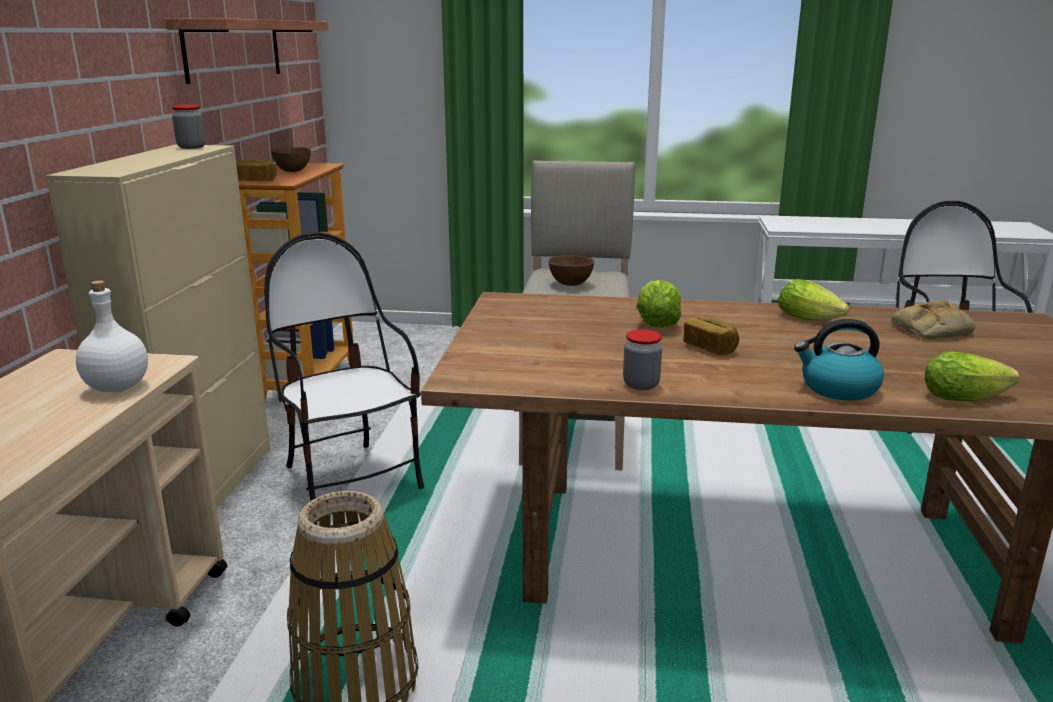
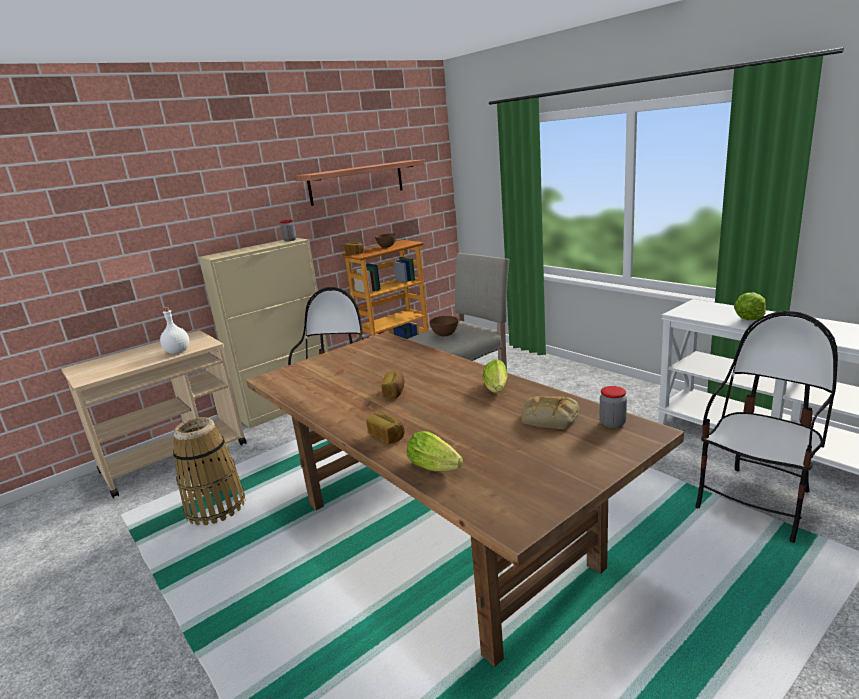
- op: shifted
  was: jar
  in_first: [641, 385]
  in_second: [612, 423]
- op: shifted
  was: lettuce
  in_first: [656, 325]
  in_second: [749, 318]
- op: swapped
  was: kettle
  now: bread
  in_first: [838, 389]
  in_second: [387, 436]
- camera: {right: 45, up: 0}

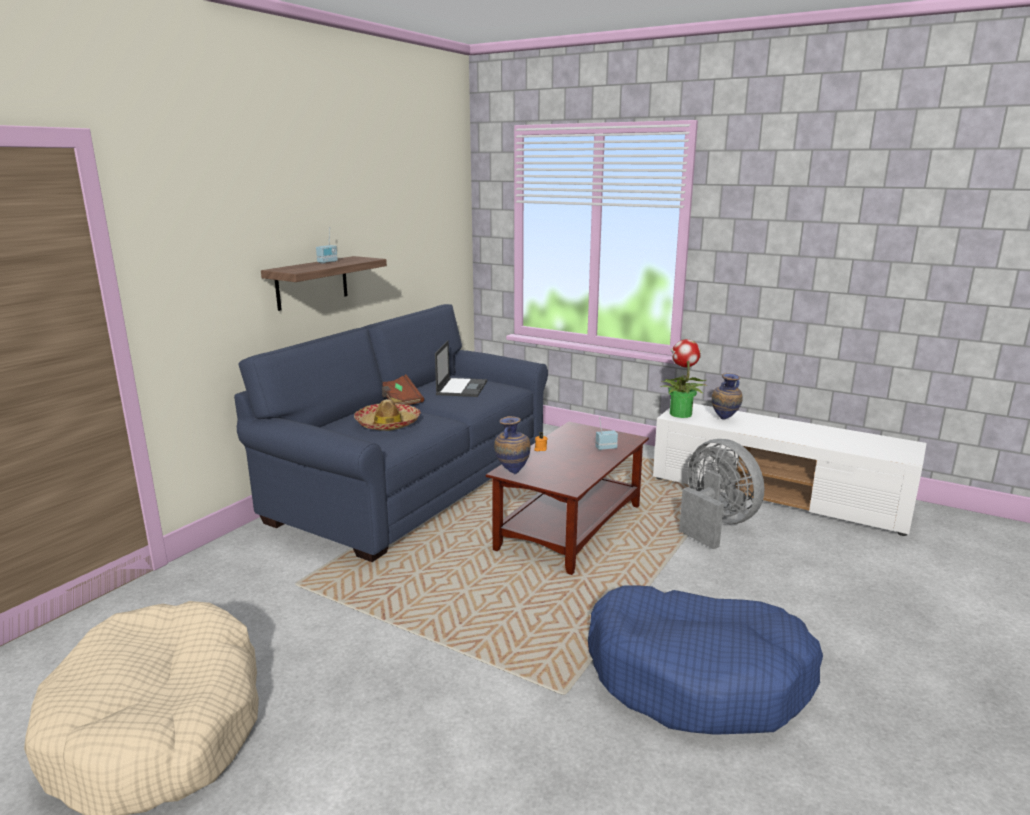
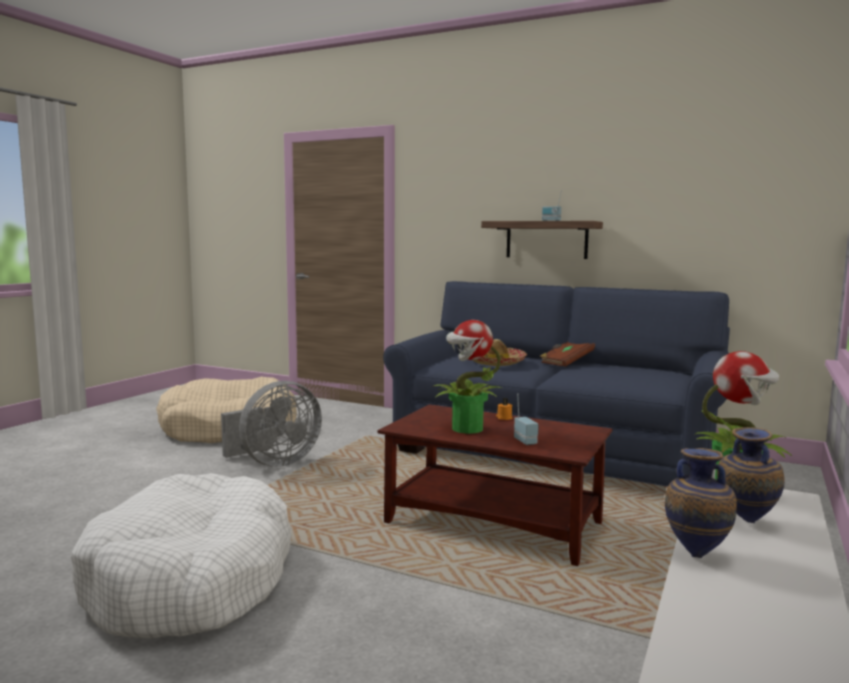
- op: gone
  was: laptop
  in_first: [462, 388]
- op: new
  now: potted plant
  in_second: [466, 429]
- op: shifted
  was: vase
  in_first: [512, 472]
  in_second: [696, 553]
- op: shifted
  was: grey fan
  in_first: [715, 524]
  in_second: [274, 463]
- op: repainted
  was: blue dog bed
  now: white dog bed
  in_first: [698, 677]
  in_second: [191, 580]
- camera: {right: 85, up: -10}

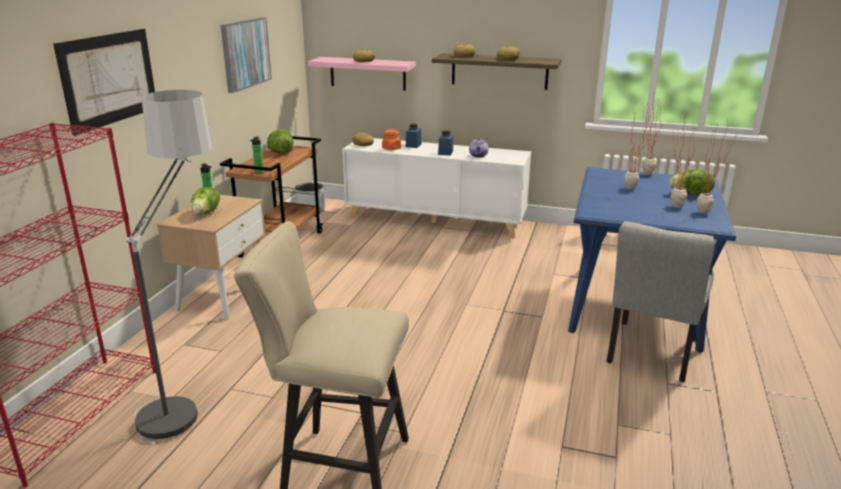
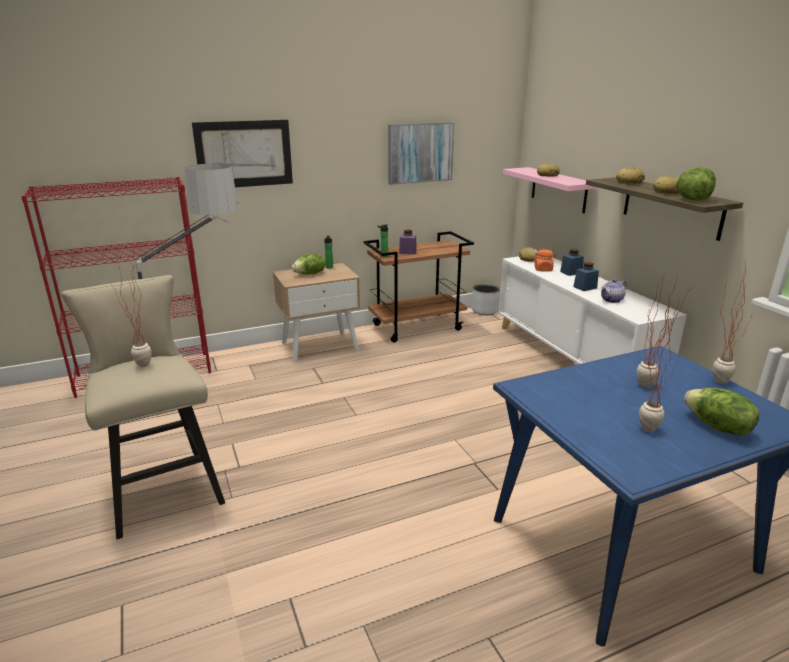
- op: gone
  was: grey chair
  in_first: [649, 354]
- op: new
  now: purple jar
  in_second: [407, 252]
- op: shifted
  was: lettuce
  in_first: [280, 152]
  in_second: [692, 199]
- op: shifted
  was: potted plant
  in_first: [708, 213]
  in_second: [141, 368]
- camera: {right: 50, up: 0}

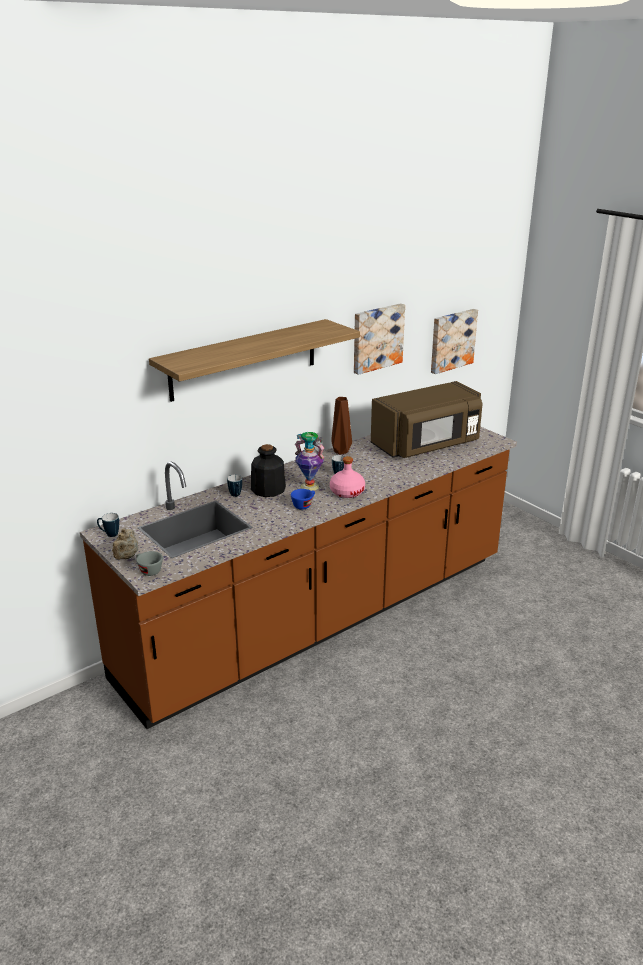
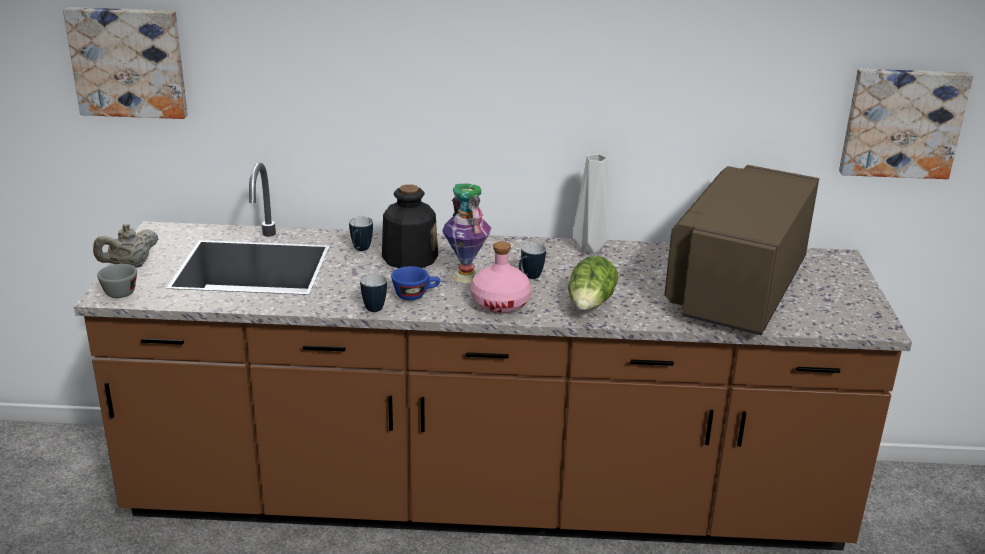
- op: gone
  was: shelf
  in_first: [244, 359]
- op: new
  now: lettuce
  in_second: [590, 305]
- op: shifted
  was: mug
  in_first: [109, 534]
  in_second: [371, 307]
- op: shifted
  was: picture
  in_first: [376, 337]
  in_second: [129, 62]
- op: repainted
  was: brown vase
  now: grey vase
  in_first: [340, 451]
  in_second: [589, 248]
- op: rotated
  was: brown microwave
  in_first: [426, 445]
  in_second: [736, 288]
  clockwise: 105
- camera: {right: 40, up: 0}

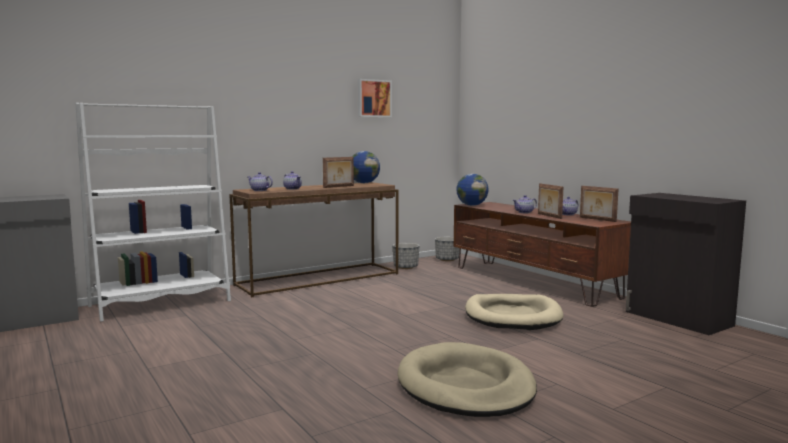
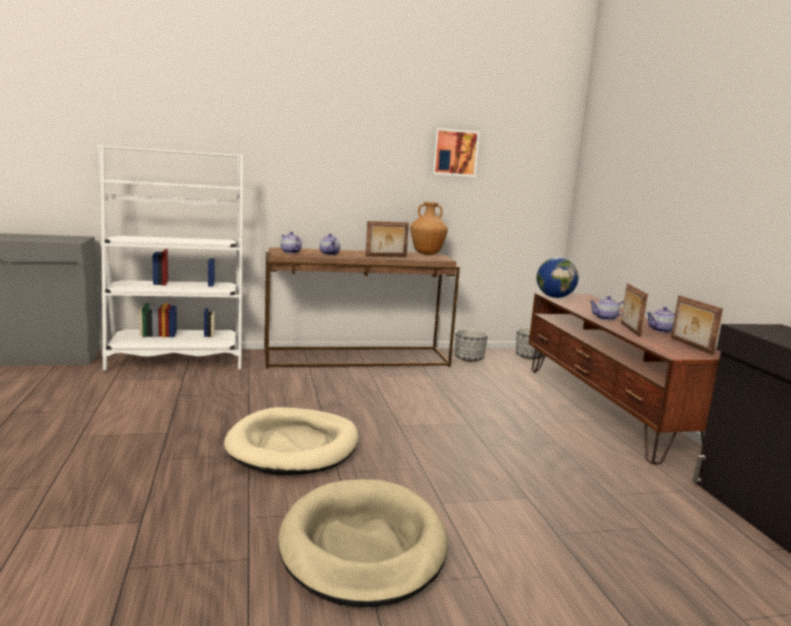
- op: shifted
  was: beige dog bed
  in_first: [512, 316]
  in_second: [293, 446]
- op: swapped
  was: globe
  now: brown vase
  in_first: [364, 183]
  in_second: [427, 254]
- camera: {right: 20, up: 5}

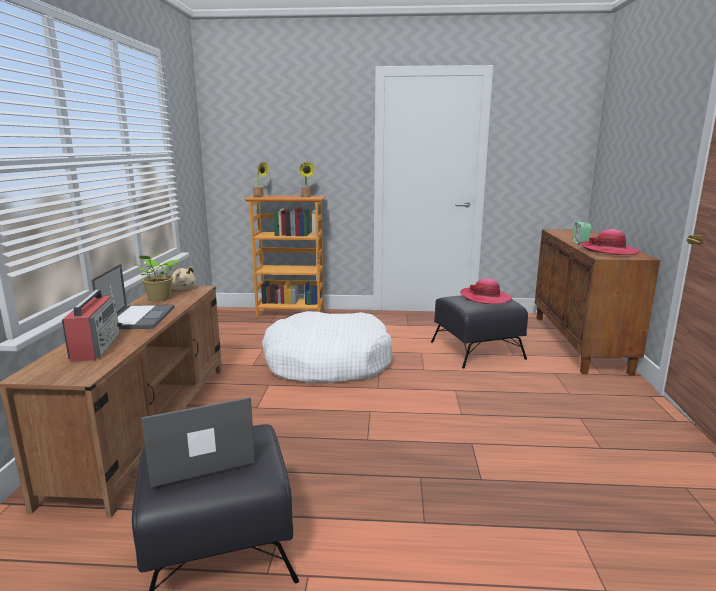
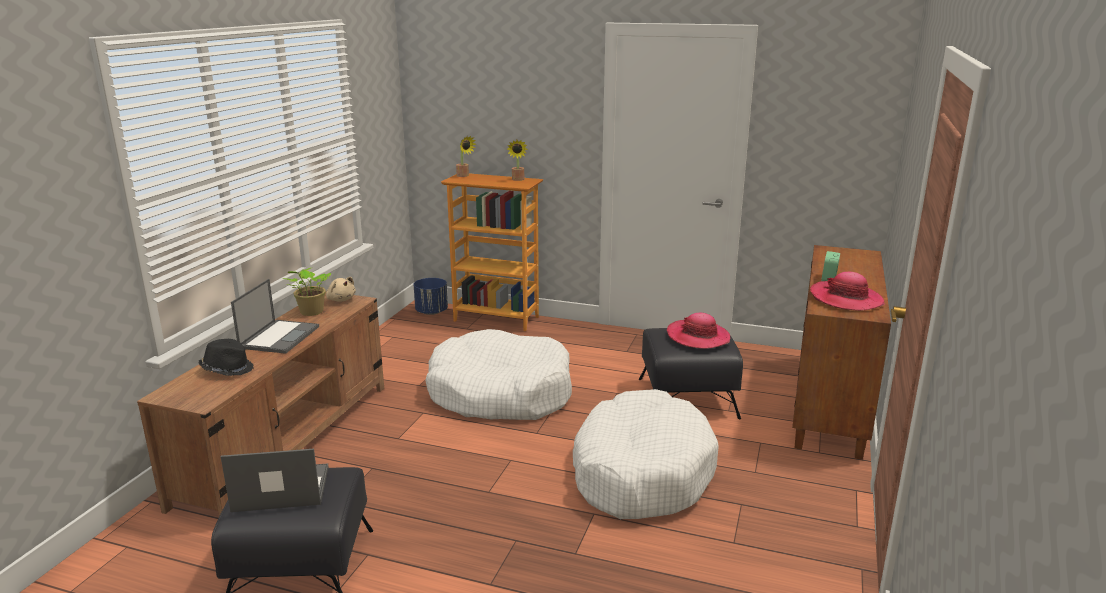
- op: new
  now: blue planter
  in_second: [432, 312]
- op: new
  now: white dog bed
  in_second: [641, 472]
- op: swapped
  was: radio
  now: black hat
  in_first: [96, 346]
  in_second: [227, 369]
- camera: {right: 15, up: 5}

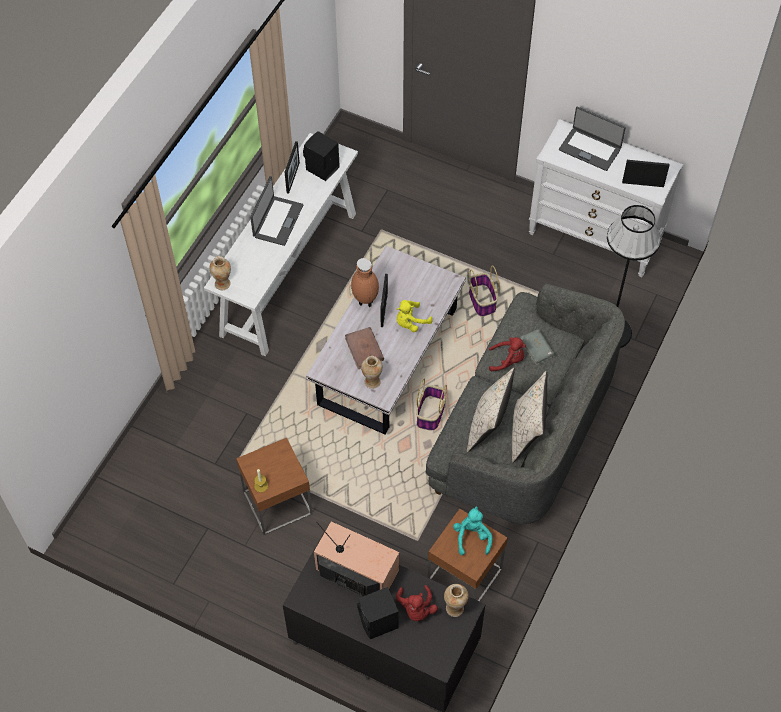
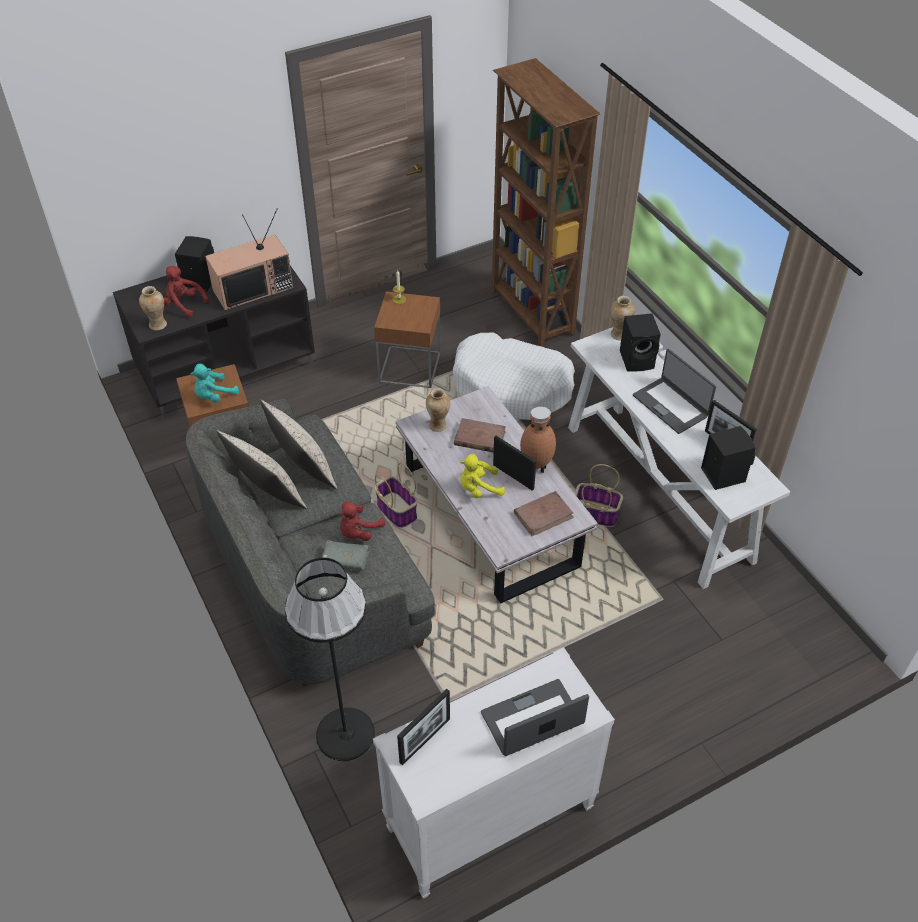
- op: new
  now: white dog bed
  in_second: [512, 387]
- op: new
  now: brown bookcase
  in_second: [531, 314]
- op: new
  now: brown book
  in_second: [543, 515]
- op: new
  now: black speaker
  in_second: [638, 360]
- op: shifted
  was: basket
  in_first: [482, 301]
  in_second: [595, 514]
- op: rotated
  was: yellow plush toy
  in_first: [410, 322]
  in_second: [479, 488]
  clockwise: -105
- op: rotated
  was: turquoise plush toy
  in_first: [472, 537]
  in_second: [214, 396]
  clockwise: 105
- camera: {right: 125, up: -10}

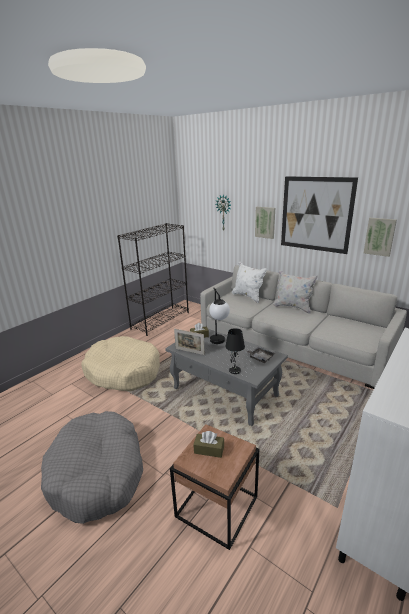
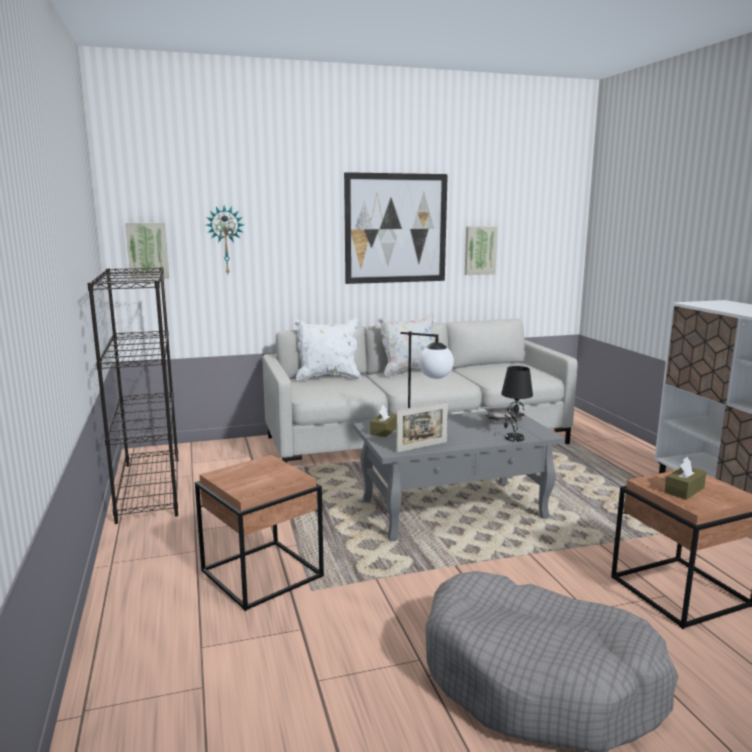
- op: shifted
  was: picture
  in_first: [265, 222]
  in_second: [147, 250]
- op: swapped
  was: beige dog bed
  now: brown side table
  in_first: [123, 372]
  in_second: [262, 573]
- camera: {right: -55, up: -10}

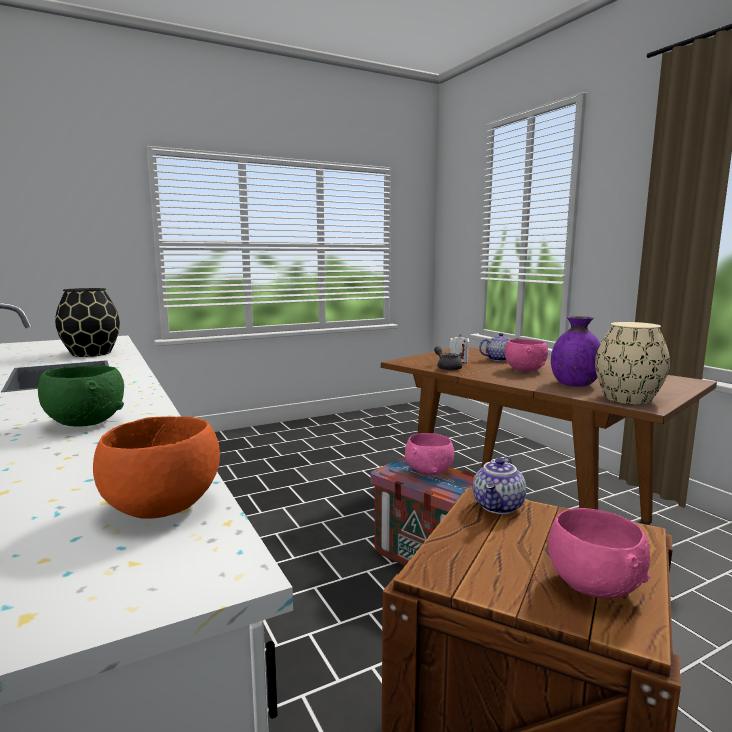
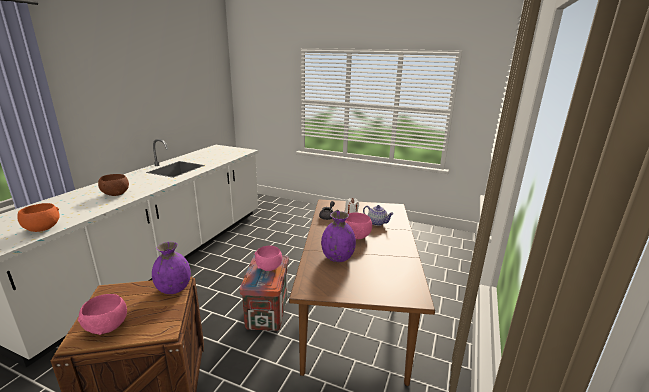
- op: gone
  was: black vase
  in_first: [90, 354]
- op: gone
  was: beige vase
  in_first: [627, 399]
- op: swapped
  was: teapot
  now: purple vase
  in_first: [499, 507]
  in_second: [174, 289]
- op: repainted
  was: green bowl
  now: brown bowl
  in_first: [85, 422]
  in_second: [116, 194]
- camera: {right: 50, up: 10}

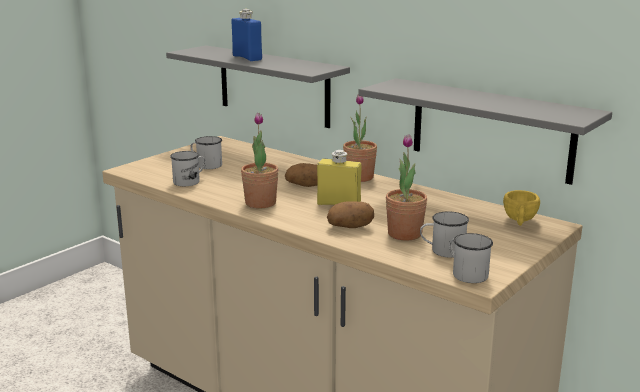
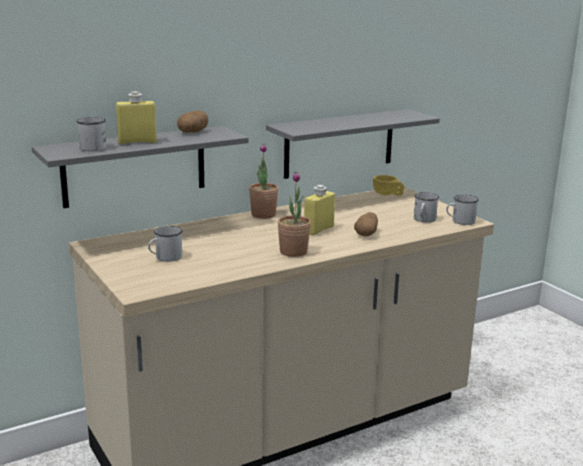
- op: gone
  was: potted plant
  in_first: [404, 234]
- op: shifted
  was: white mug
  in_first: [190, 181]
  in_second: [92, 147]
- op: shifted
  was: potato
  in_first: [305, 185]
  in_second: [193, 132]
- op: repainted
  was: blue bottle
  now: yellow bottle
  in_first: [247, 58]
  in_second: [137, 142]
- camera: {right: -70, up: 0}

